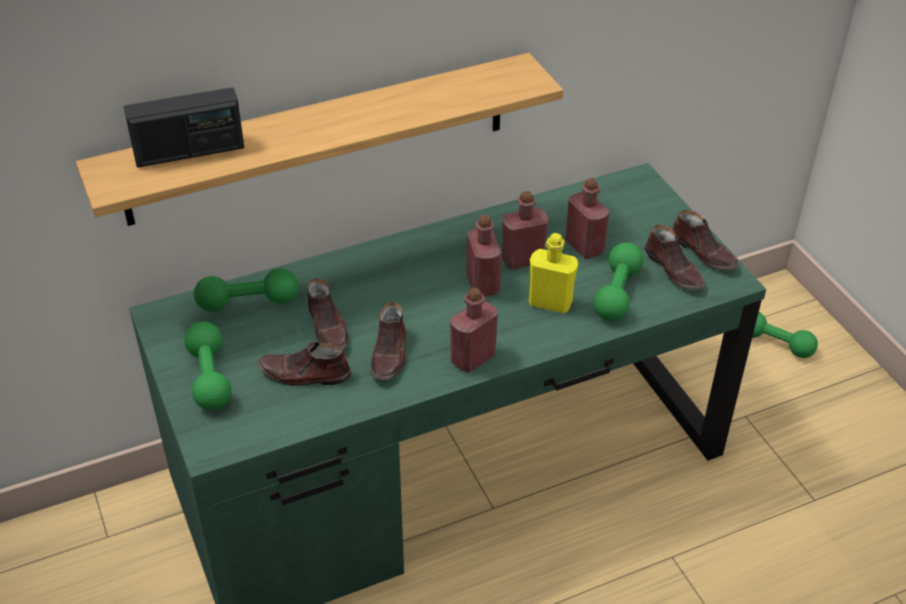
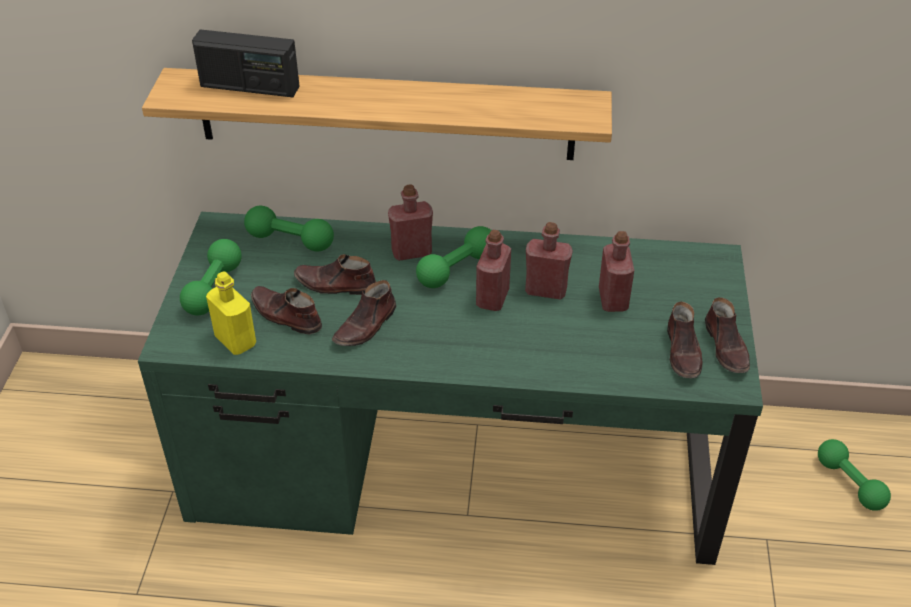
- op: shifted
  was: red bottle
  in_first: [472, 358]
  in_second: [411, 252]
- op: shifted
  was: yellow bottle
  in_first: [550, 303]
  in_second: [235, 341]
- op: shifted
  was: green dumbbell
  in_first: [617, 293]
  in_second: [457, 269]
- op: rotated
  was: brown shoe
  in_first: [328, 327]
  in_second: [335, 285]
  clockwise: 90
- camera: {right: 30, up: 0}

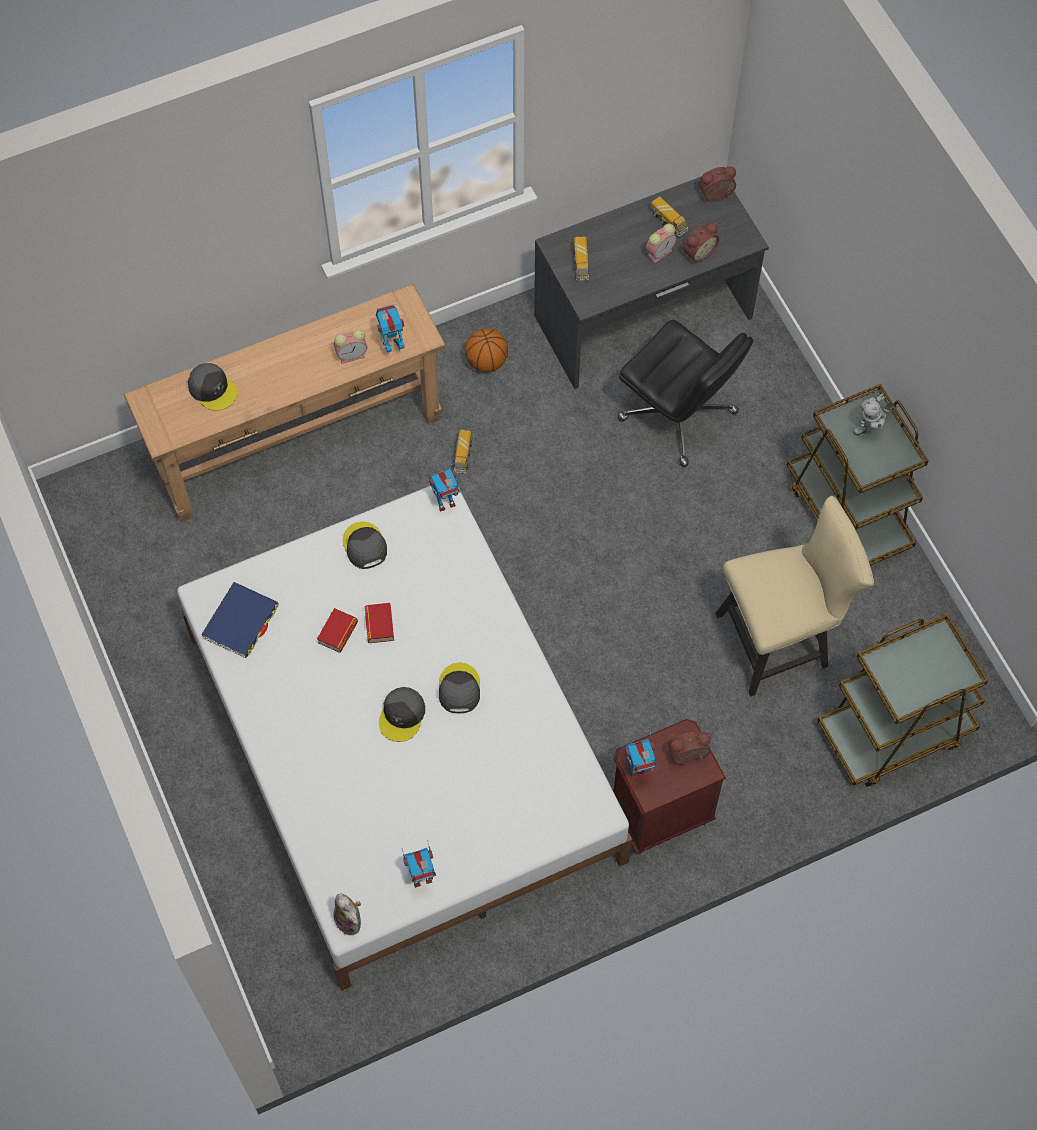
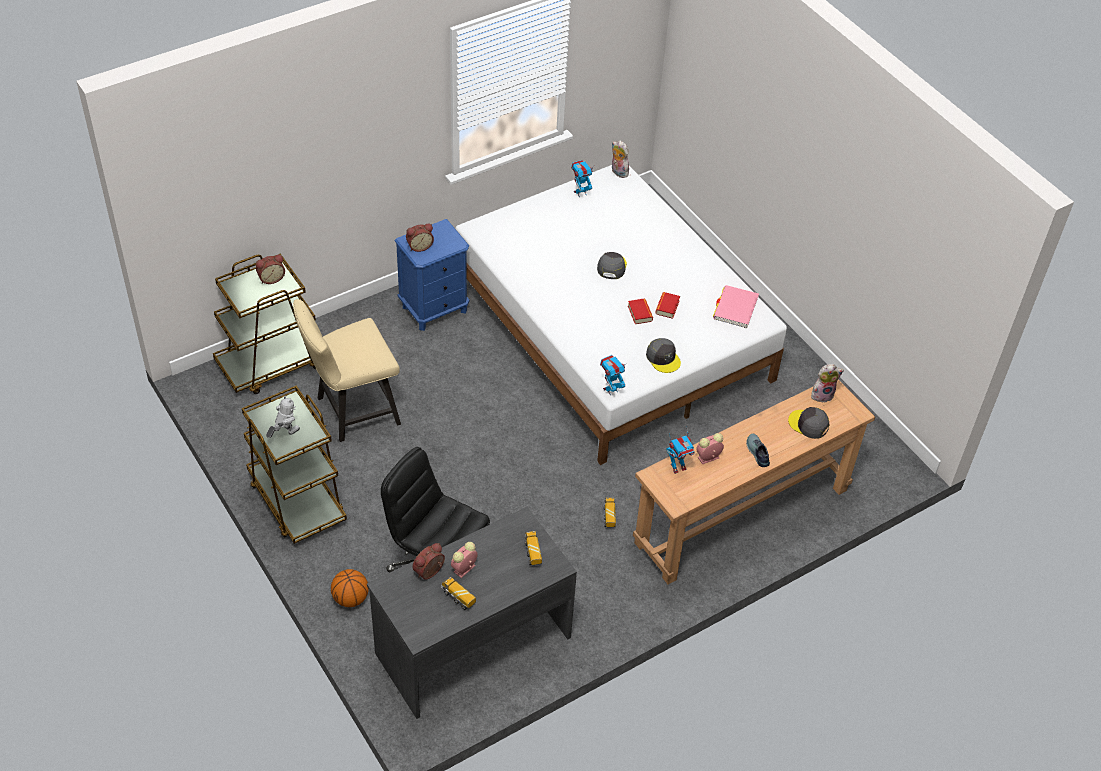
- op: gone
  was: grey cap
  in_first: [459, 689]
- op: gone
  was: toy robot
  in_first: [638, 770]
- op: new
  now: shoe
  in_second: [756, 452]
- op: new
  now: plush toy
  in_second: [822, 394]
- op: shifted
  was: basketball
  in_first: [487, 362]
  in_second: [350, 598]
- op: shifted
  was: alarm clock
  in_first: [716, 196]
  in_second: [271, 278]
- op: repainted
  was: blue book
  now: pink book
  in_first: [240, 622]
  in_second: [735, 308]
- op: repainted
  was: brown nightstand
  now: blue nightstand
  in_first: [659, 813]
  in_second: [434, 309]
- camera: {right: 170, up: -15}

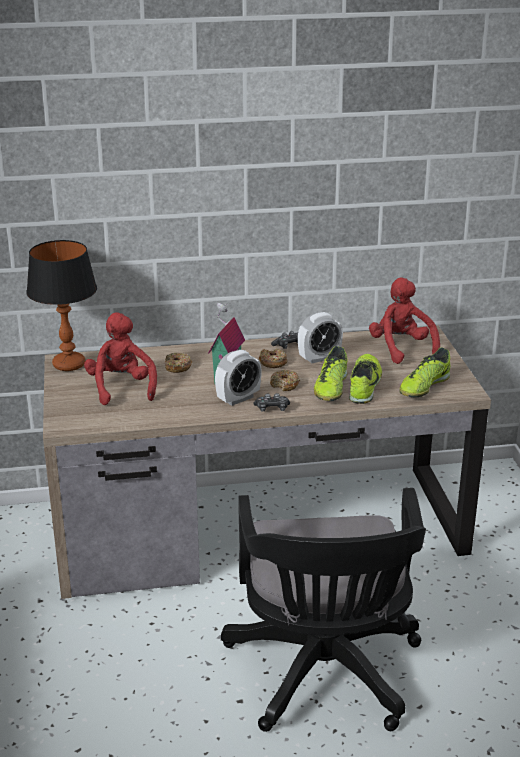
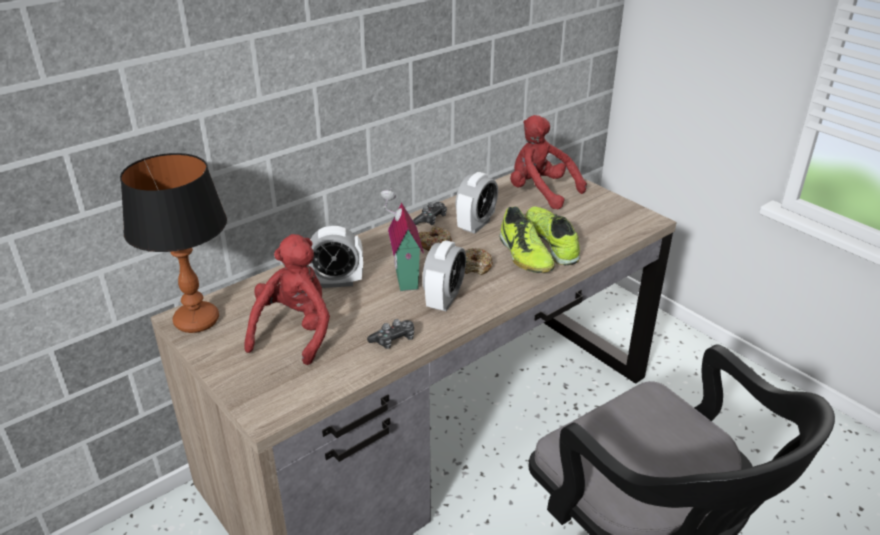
- op: gone
  was: shoe
  in_first: [424, 387]
- op: shifted
  was: game controller
  in_first: [272, 408]
  in_second: [393, 340]
- op: swapped
  was: donut
  now: alarm clock
  in_first: [177, 367]
  in_second: [336, 282]
- op: rotated
  was: red plush toy
  in_first: [121, 388]
  in_second: [295, 331]
  clockwise: 60
- camera: {right: -30, up: 5}

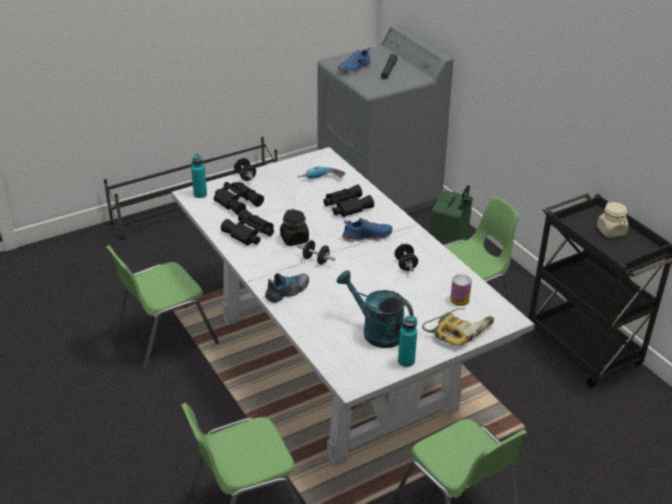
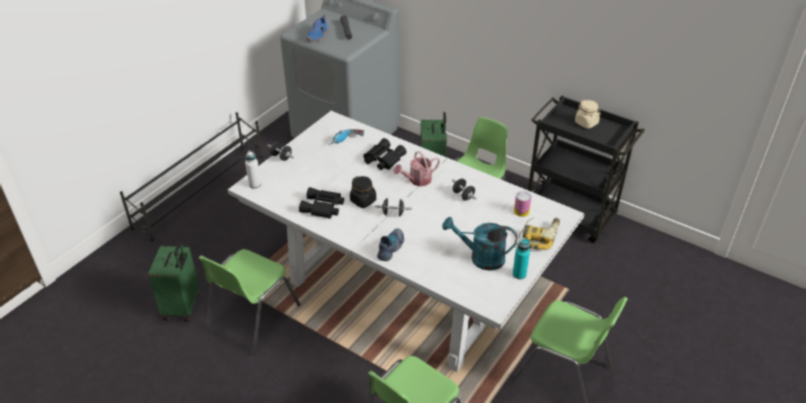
- op: gone
  was: black binoculars
  in_first: [238, 201]
- op: new
  now: green suitcase
  in_second: [183, 307]
- op: swapped
  was: blue shoe
  now: watering can
  in_first: [367, 236]
  in_second: [417, 180]
- op: repainted
  was: turquoise bottle
  now: white bottle
  in_first: [200, 194]
  in_second: [255, 184]
- camera: {right: -25, up: 5}

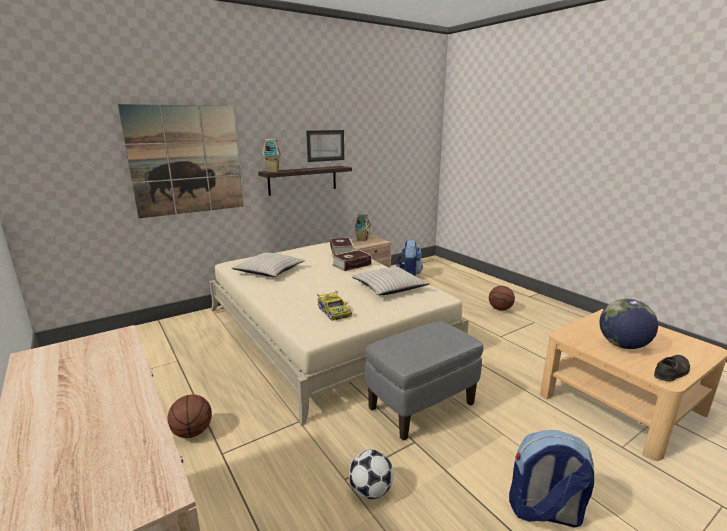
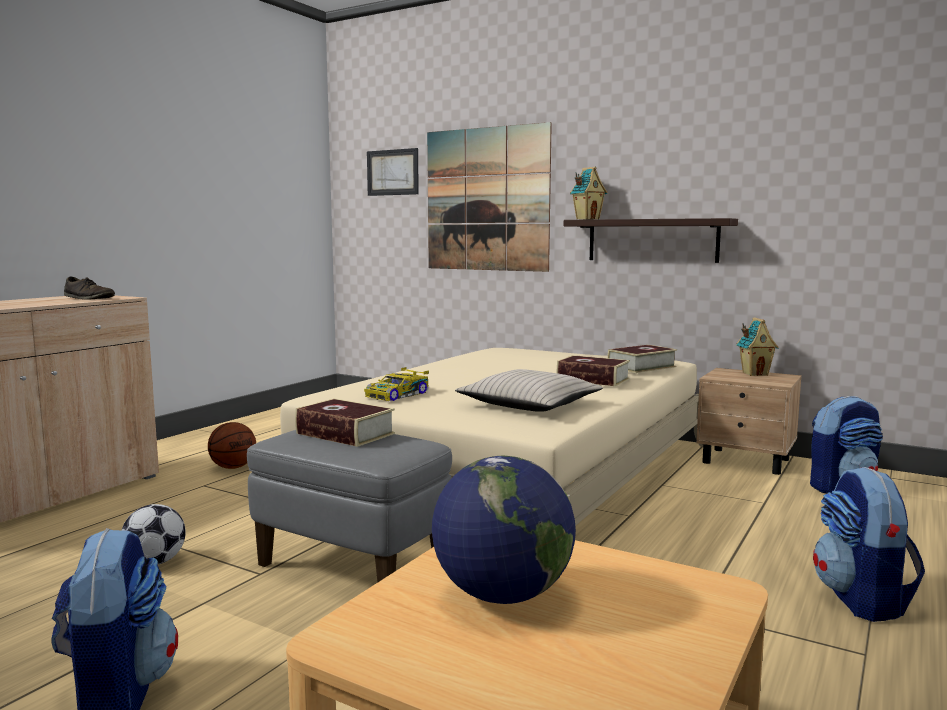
- op: gone
  was: beige pillow
  in_first: [269, 271]
- op: new
  now: book
  in_second: [345, 433]
- op: shifted
  was: picture
  in_first: [325, 145]
  in_second: [392, 172]
- op: shifted
  was: brown shoe
  in_first: [671, 372]
  in_second: [88, 298]
- op: swapped
  was: basketball
  now: backpack
  in_first: [500, 309]
  in_second: [862, 600]
- camera: {right: 65, up: -10}

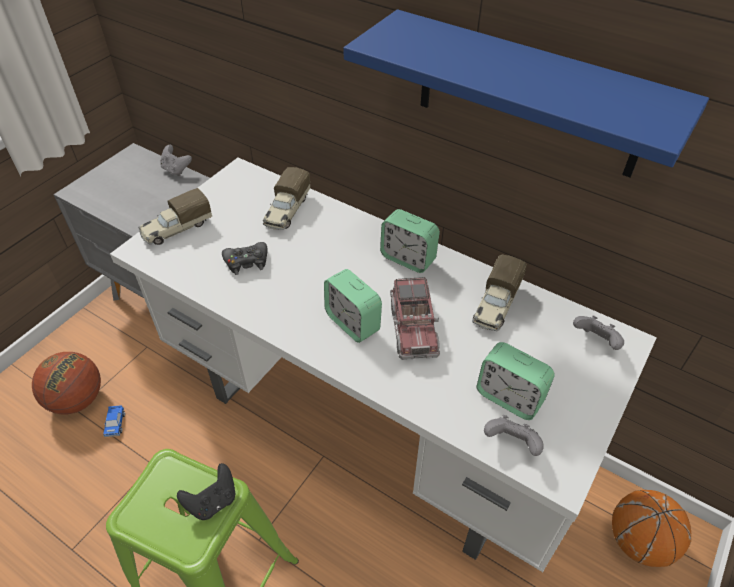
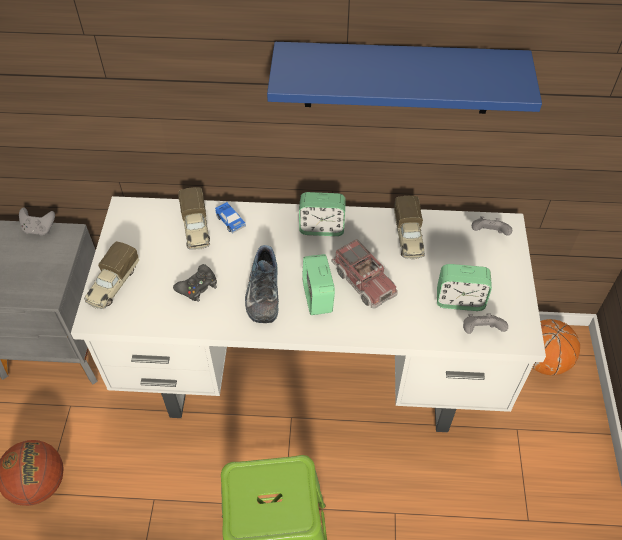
- op: gone
  was: black game controller
  in_first: [213, 501]
- op: new
  now: shoe
  in_second: [262, 292]
- op: shifted
  was: toy car
  in_first: [115, 424]
  in_second: [230, 221]
- op: rotated
  was: alarm clock
  in_first: [352, 322]
  in_second: [317, 297]
  clockwise: 60
- camera: {right: -30, up: 5}

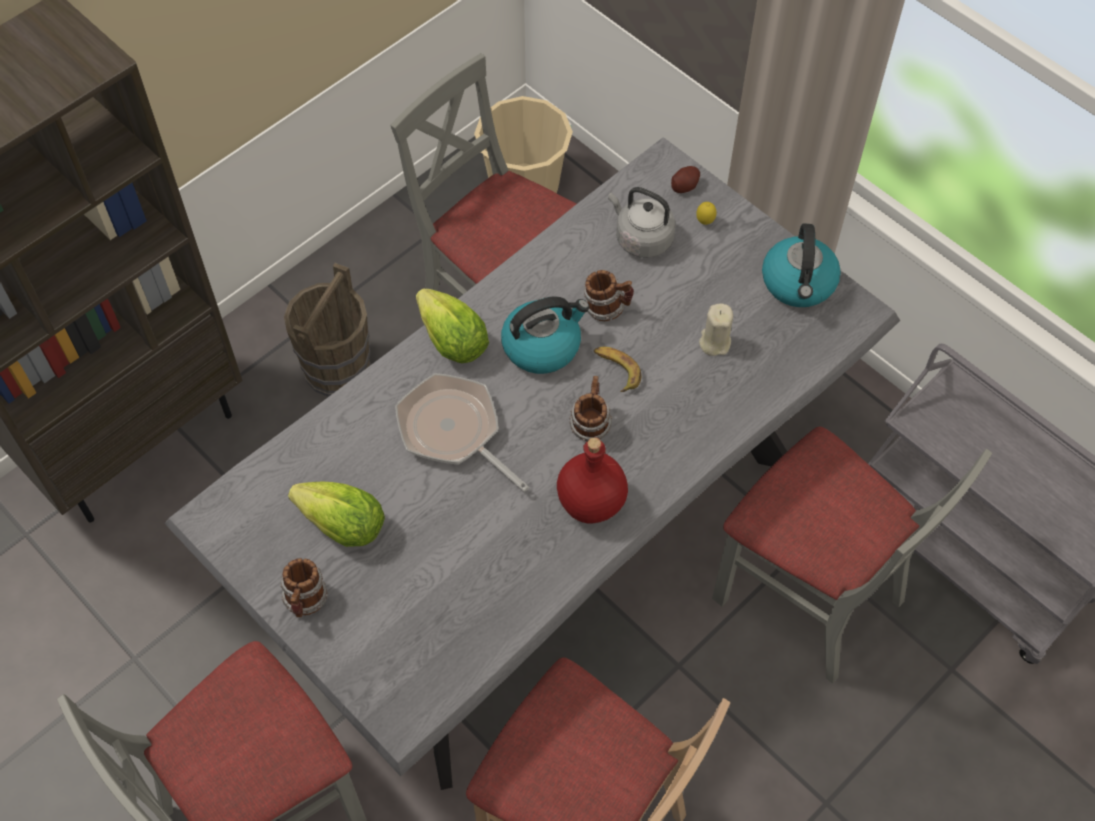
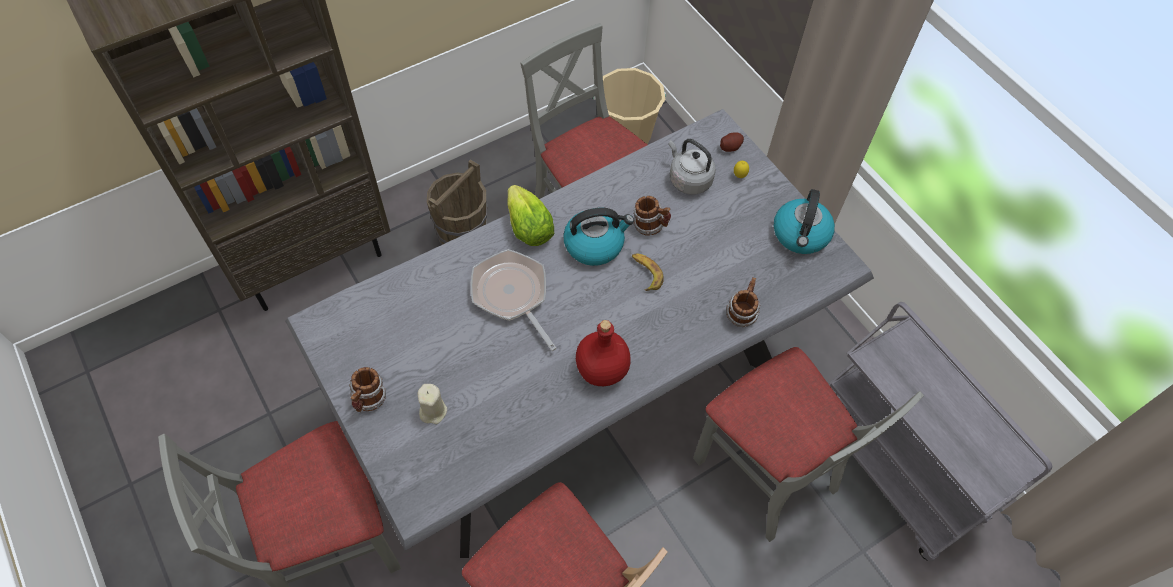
- op: gone
  was: lettuce
  in_first: [343, 526]
- op: shifted
  was: mug
  in_first: [590, 424]
  in_second: [741, 313]
- op: shifted
  was: beige candle
  in_first: [714, 342]
  in_second: [433, 411]
- camera: {right: 10, up: 0}

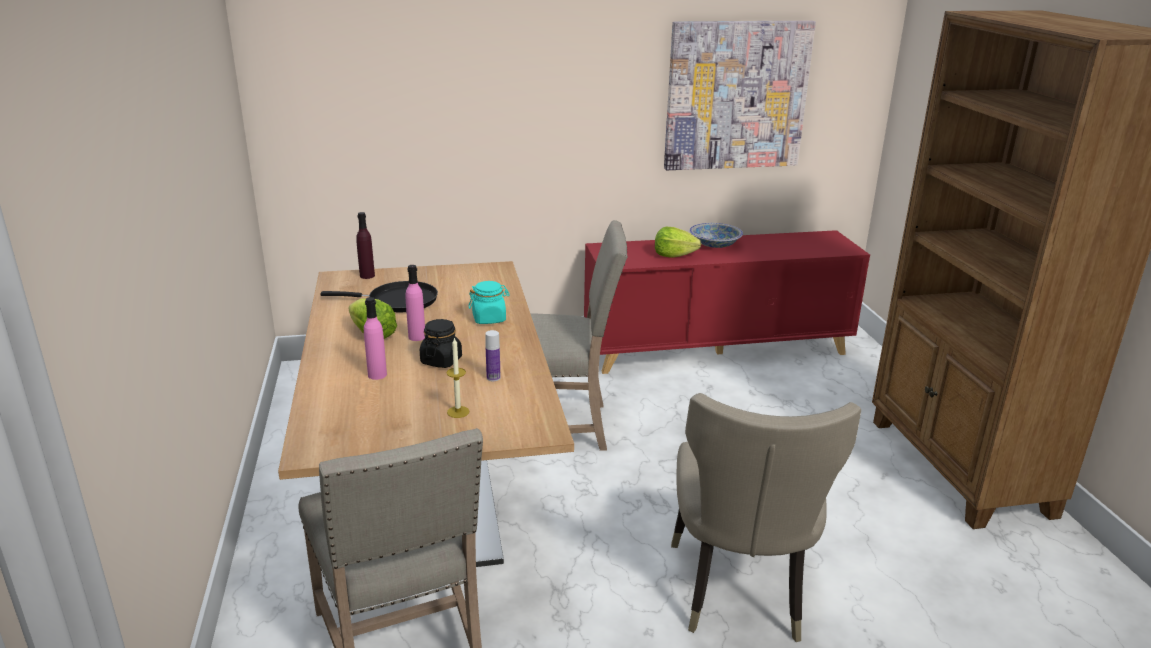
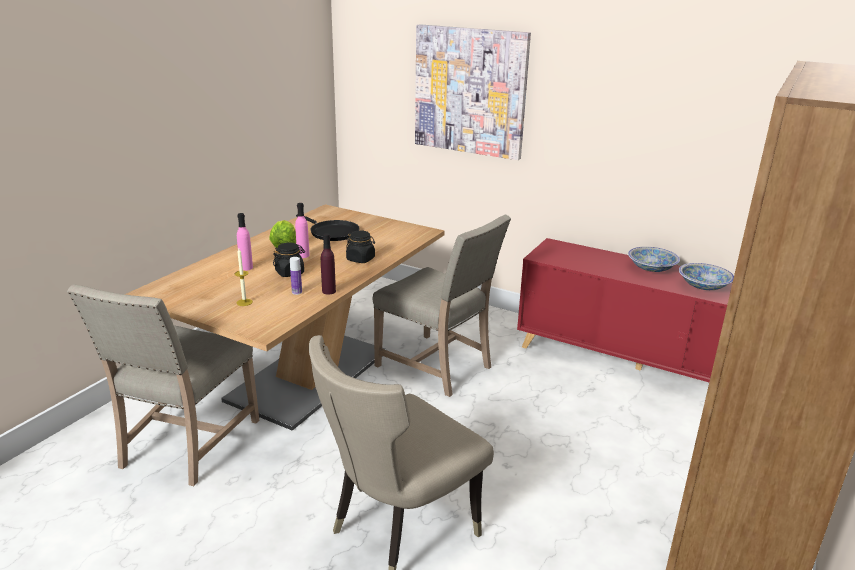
- op: gone
  was: lettuce
  in_first: [673, 255]
- op: new
  now: bowl
  in_second: [703, 286]
- op: shifted
  was: purple bottle
  in_first: [367, 276]
  in_second: [329, 291]
- op: shifted
  was: picture
  in_first: [736, 95]
  in_second: [470, 91]
- op: repainted
  was: turquoise jar
  now: black jar
  in_first: [489, 319]
  in_second: [361, 259]
- camera: {right: 40, up: 0}

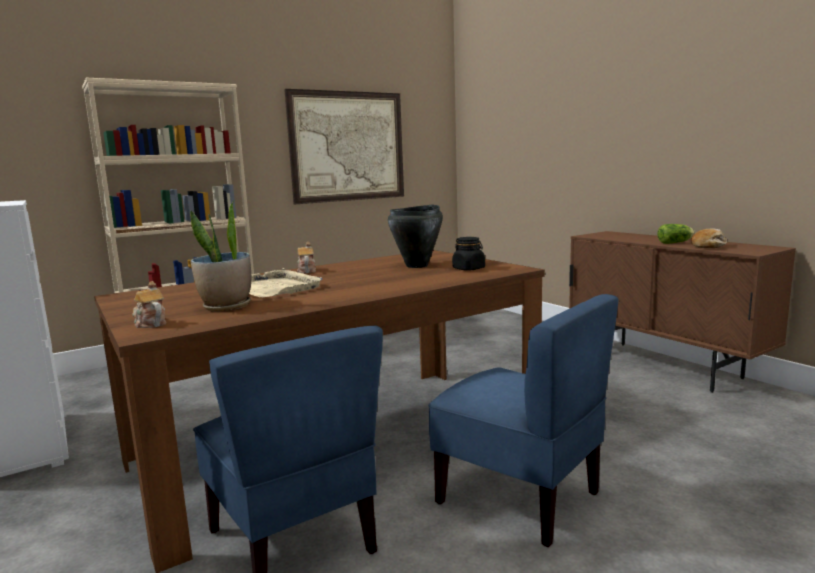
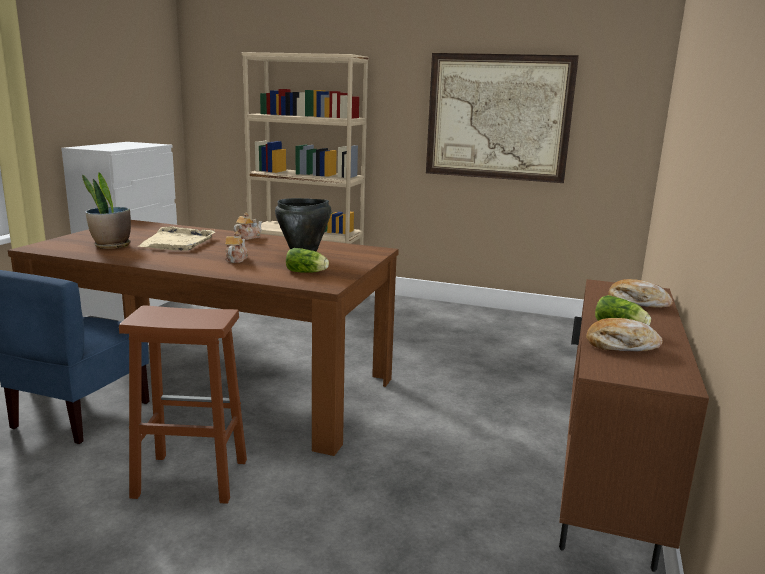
- op: new
  now: bread
  in_second: [637, 302]
- op: shifted
  was: teapot
  in_first: [150, 323]
  in_second: [236, 259]
- op: swapped
  was: blue chair
  now: brown stool
  in_first: [519, 497]
  in_second: [189, 478]
- op: swapped
  was: black jar
  now: lettuce
  in_first: [469, 269]
  in_second: [307, 272]
- camera: {right: 50, up: 5}

